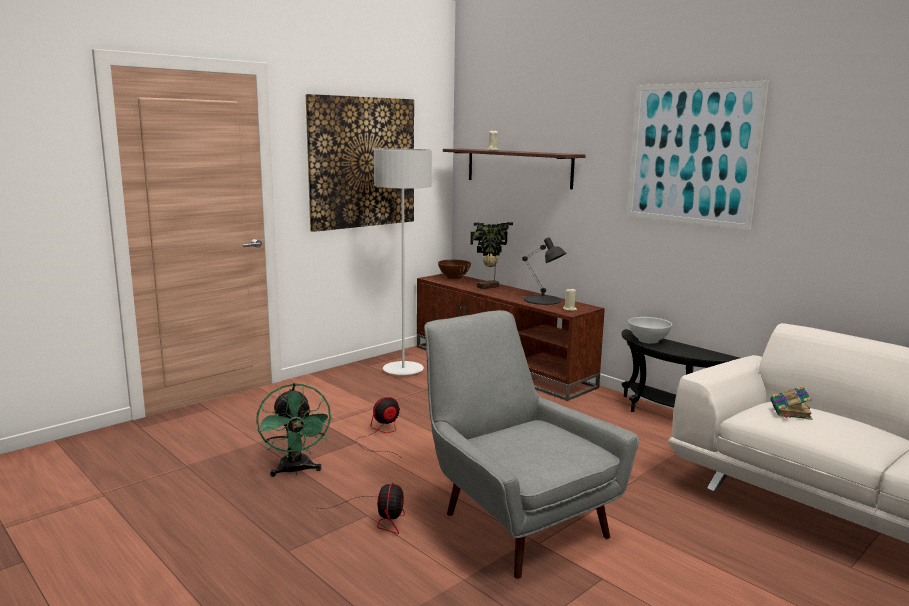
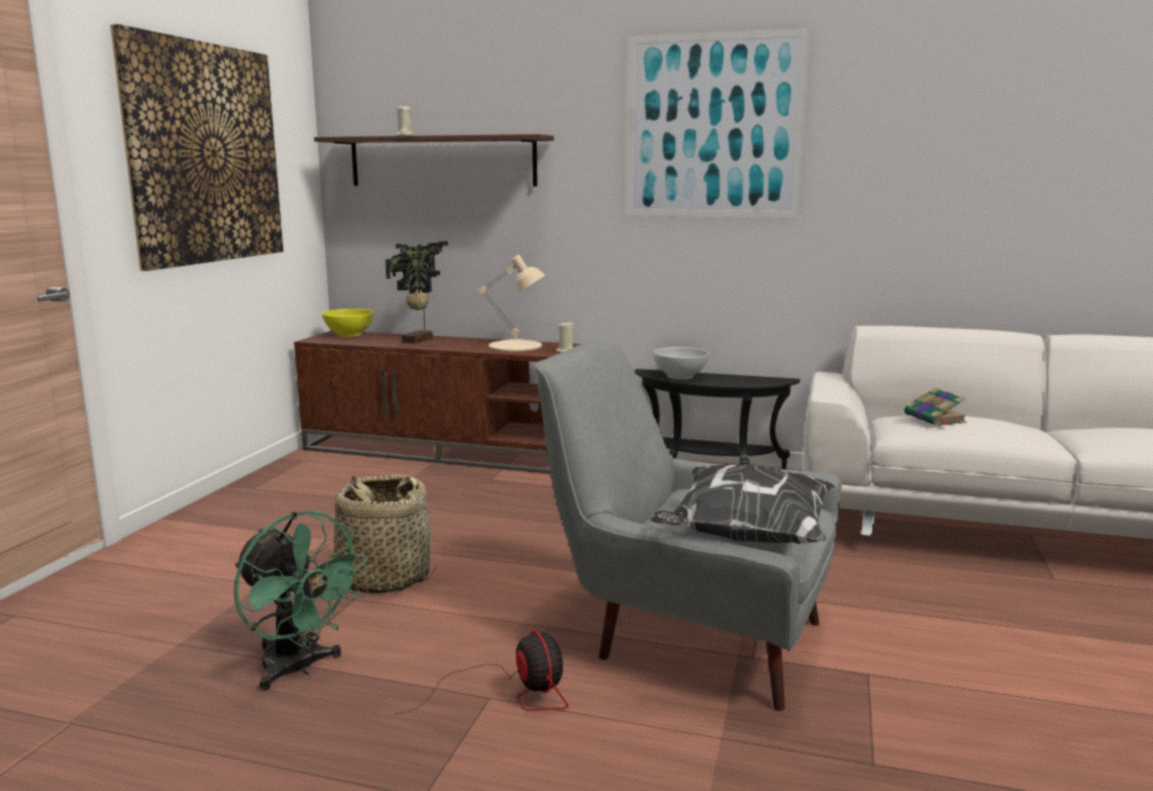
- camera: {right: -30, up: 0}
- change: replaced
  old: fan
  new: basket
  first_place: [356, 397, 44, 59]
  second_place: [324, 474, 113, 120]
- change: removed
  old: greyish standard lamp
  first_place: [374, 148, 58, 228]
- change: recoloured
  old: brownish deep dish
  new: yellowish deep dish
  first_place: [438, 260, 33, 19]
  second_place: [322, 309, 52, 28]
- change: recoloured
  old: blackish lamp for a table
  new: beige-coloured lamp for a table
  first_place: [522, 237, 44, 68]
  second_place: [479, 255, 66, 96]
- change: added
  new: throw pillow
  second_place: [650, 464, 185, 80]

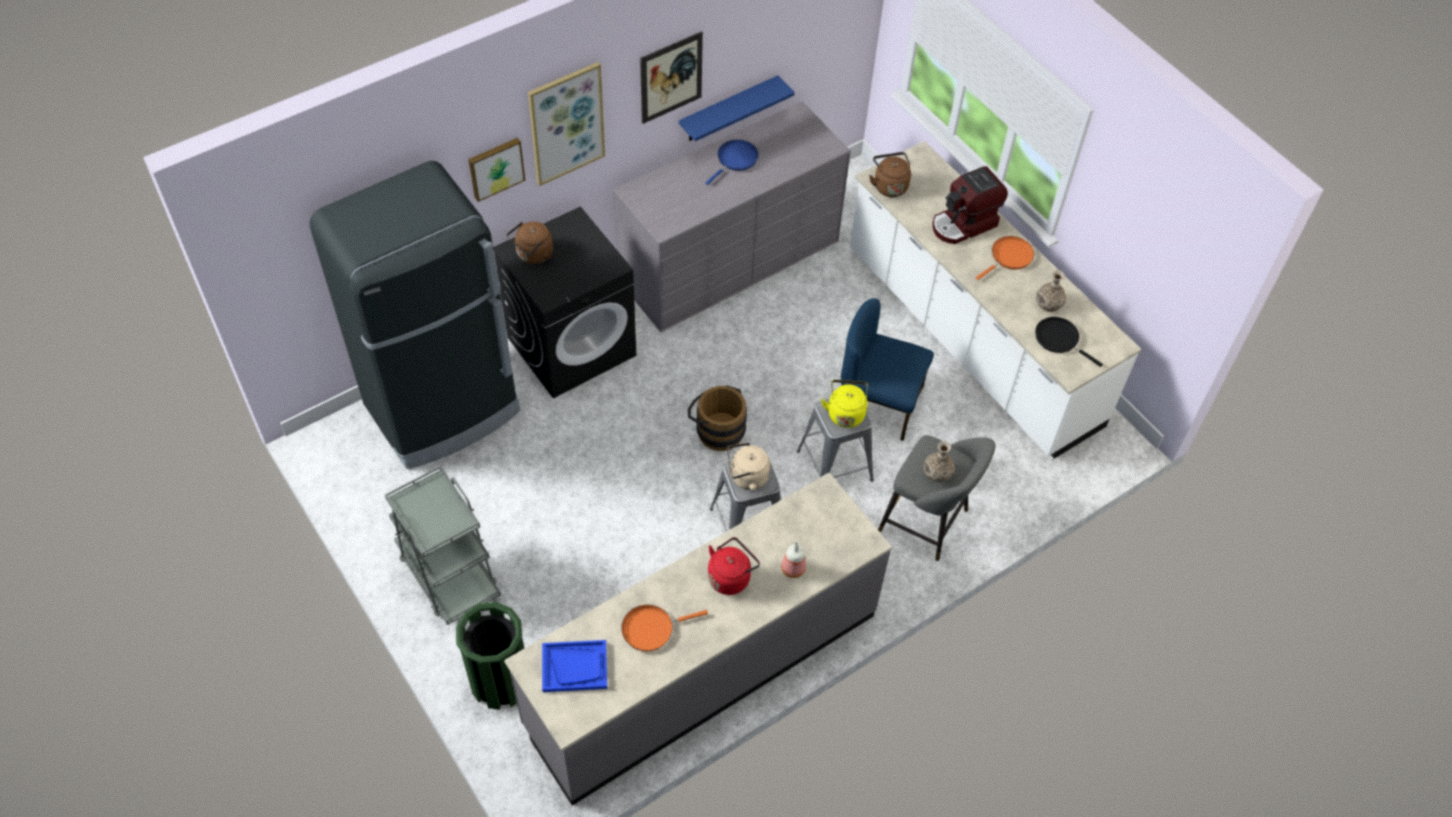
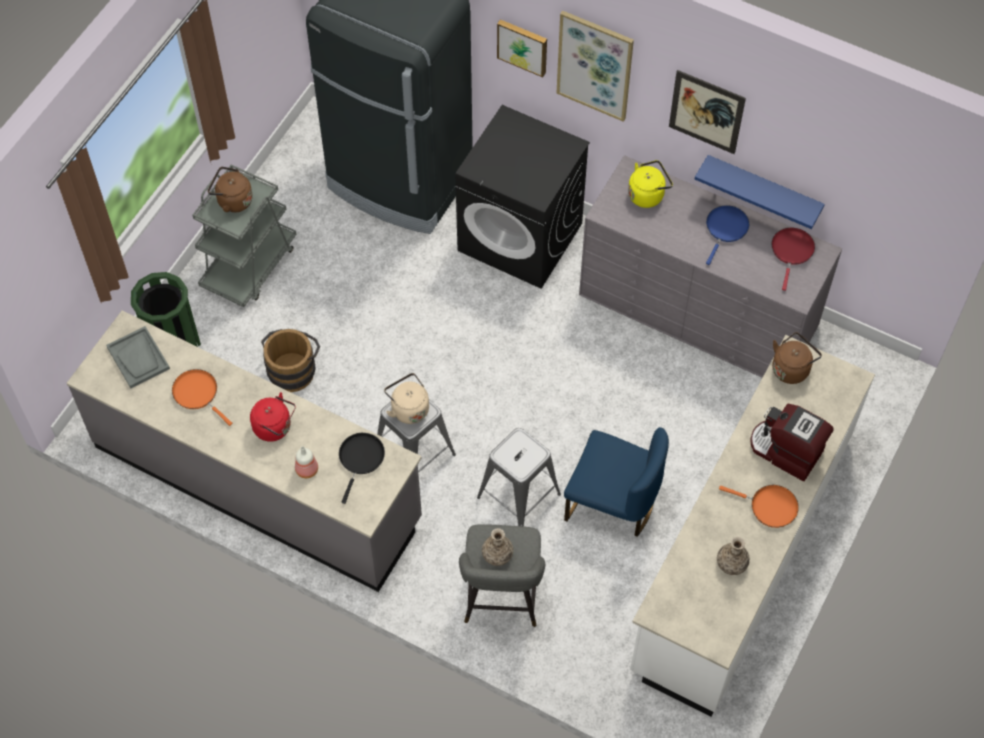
- camera: {right: 65, up: 5}
- change: moved
  old: brownish water kettle
  first_place: [507, 221, 46, 43]
  second_place: [208, 167, 45, 46]
- change: recoloured
  old: bluish carrying tray
  new: greyish carrying tray
  first_place: [542, 640, 65, 52]
  second_place: [106, 326, 64, 62]
- change: moved
  old: brownish bucket
  first_place: [688, 386, 59, 65]
  second_place: [261, 329, 59, 63]
- change: turned
  old: bluish pan
  first_place: [705, 140, 53, 45]
  second_place: [706, 205, 43, 60]
  degrees: -75
- change: moved
  old: yellowish water kettle
  first_place: [821, 380, 47, 48]
  second_place: [628, 160, 45, 48]
- change: turned
  old: bluish plain chair
  first_place: [841, 298, 93, 143]
  second_place: [564, 427, 105, 110]
  degrees: 120
- change: moved
  old: blackish pan
  first_place: [1035, 317, 68, 50]
  second_place: [339, 433, 46, 71]
- change: added
  new: reddish pan
  second_place: [771, 228, 44, 63]

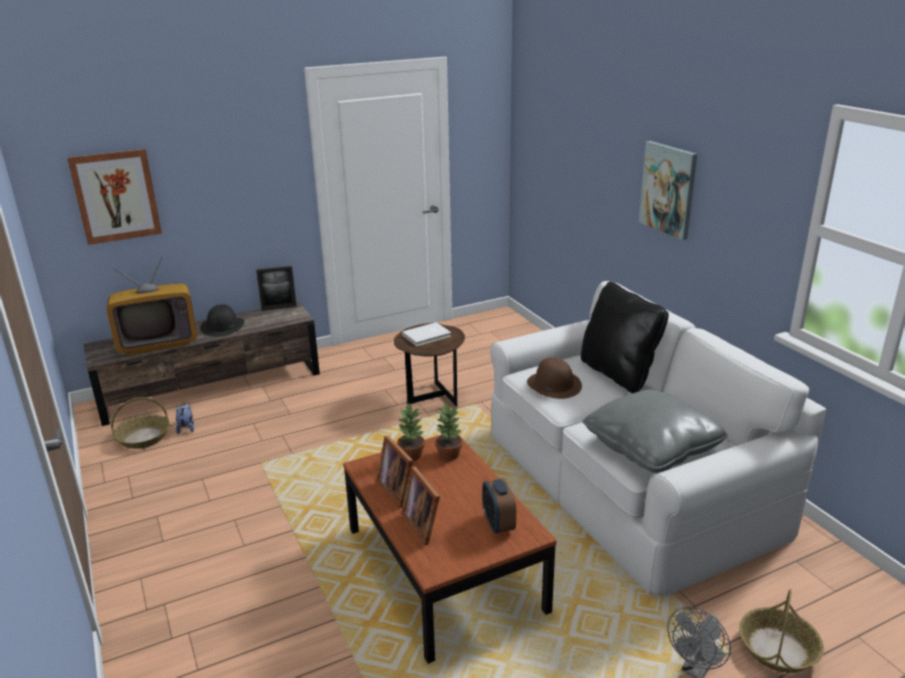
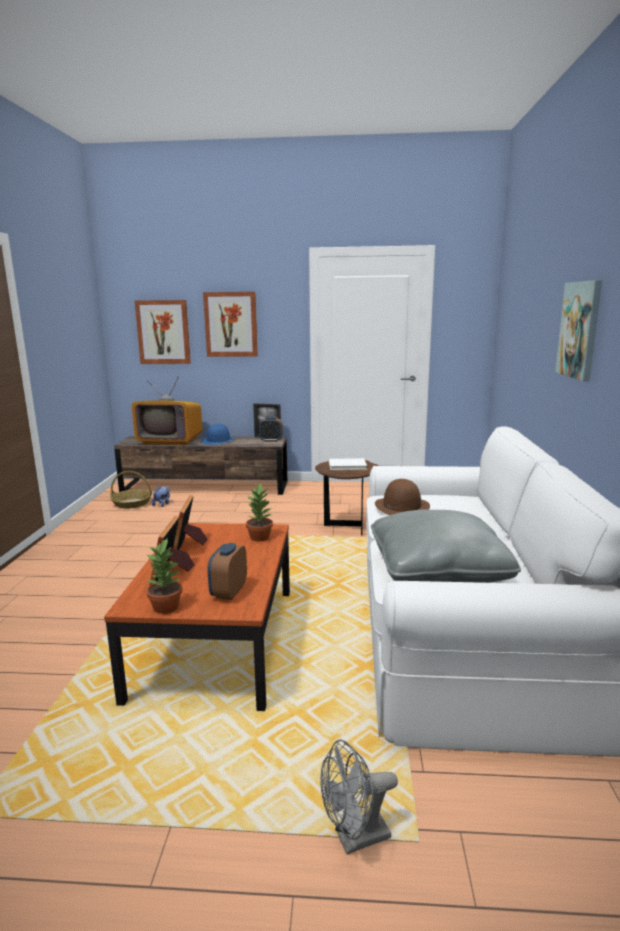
- camera: {right: 30, up: -10}
- change: recoloured
  old: blackish wearable hat
  new: bluish wearable hat
  first_place: [200, 304, 44, 33]
  second_place: [201, 424, 34, 21]
- change: moved
  old: potted plant
  first_place: [397, 403, 28, 58]
  second_place: [146, 539, 37, 75]
- change: removed
  old: blackish throw pillow
  first_place: [581, 282, 88, 111]
- change: removed
  old: basket
  first_place: [739, 589, 85, 84]
- change: added
  new: picture
  second_place: [203, 292, 55, 65]
- change: added
  new: alarm clock
  second_place: [259, 417, 24, 25]

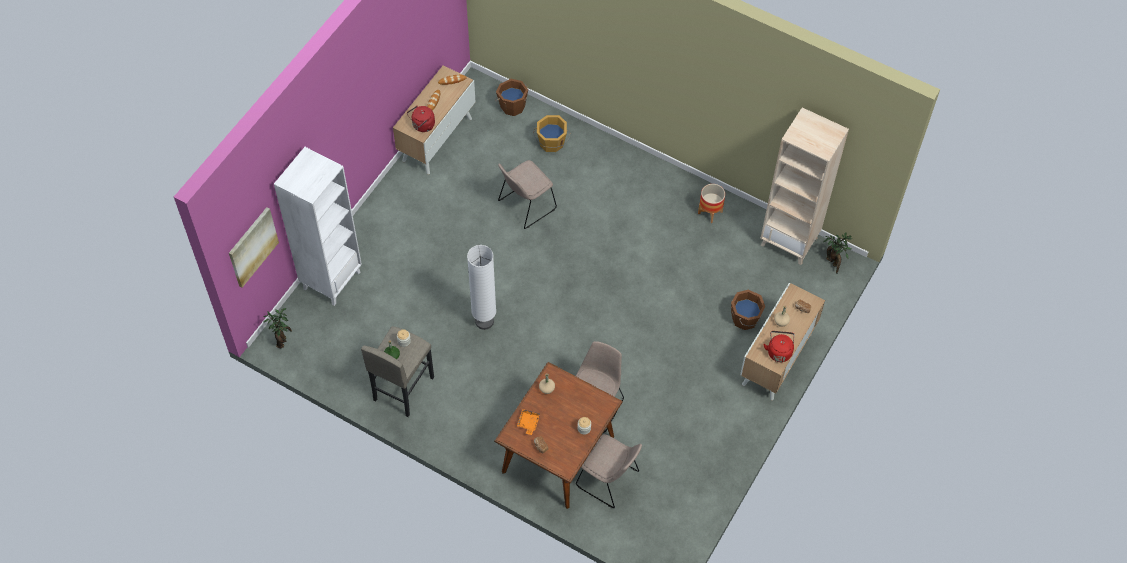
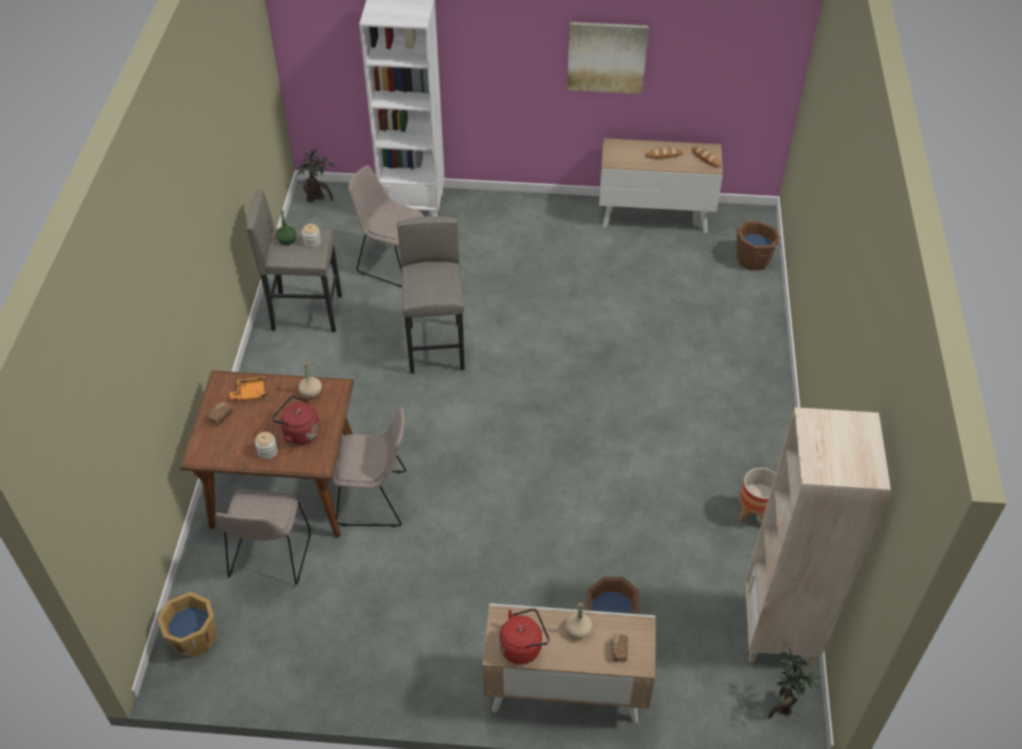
- camera: {right: 65, up: -10}
- change: moved
  old: picture
  first_place: [229, 207, 50, 81]
  second_place: [567, 22, 82, 72]
- change: moved
  old: reddish water kettle
  first_place: [407, 106, 28, 26]
  second_place: [272, 396, 48, 49]
- change: replaced
  old: white standard lamp
  new: greyish stool
  first_place: [467, 245, 29, 85]
  second_place: [397, 216, 68, 158]
- change: moved
  old: beige-coloured plain chair
  first_place: [498, 160, 59, 69]
  second_place: [348, 166, 75, 121]
- change: moved
  old: orange bucket
  first_place: [533, 115, 37, 37]
  second_place: [157, 592, 59, 66]

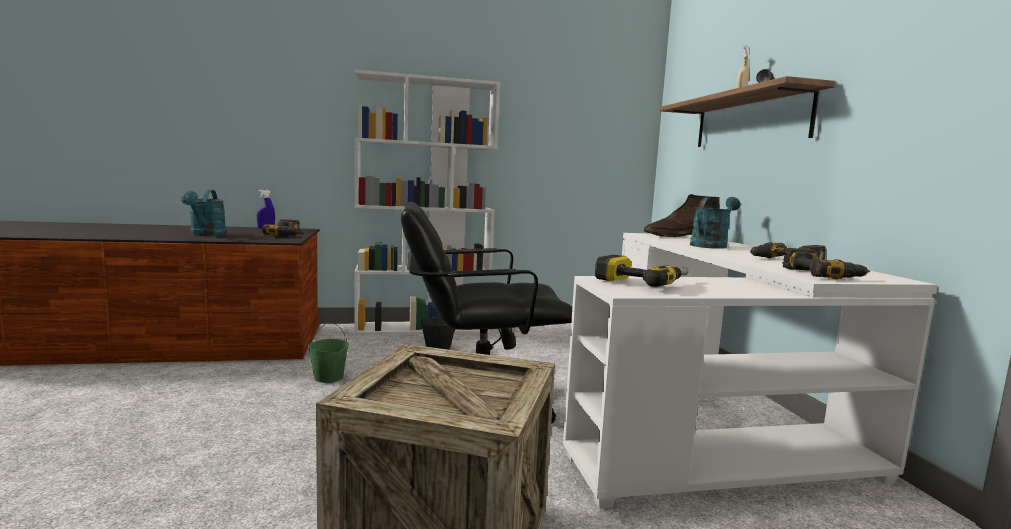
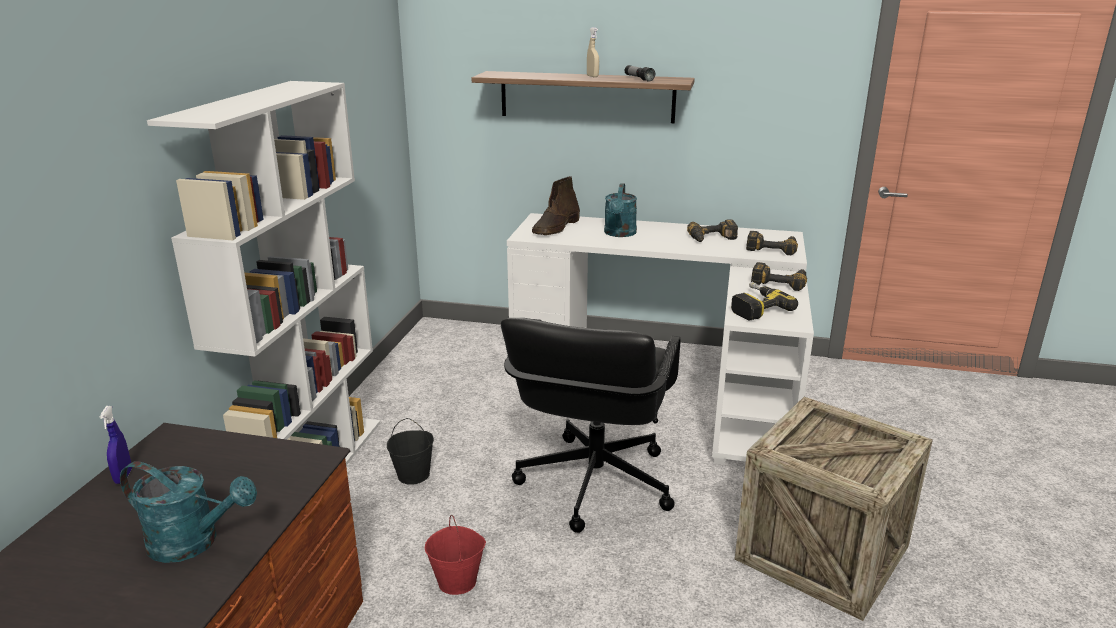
- camera: {right: -65, up: 15}
- change: moved
  old: drill
  first_place: [262, 219, 39, 17]
  second_place: [751, 262, 56, 29]
- change: recoloured
  old: green-coloured bucket
  new: reddish bucket
  first_place: [308, 321, 41, 62]
  second_place: [425, 515, 61, 80]
- change: turned
  old: turquoise-coloured sprinkling can
  first_place: [690, 197, 51, 52]
  second_place: [604, 183, 33, 54]
  degrees: -150

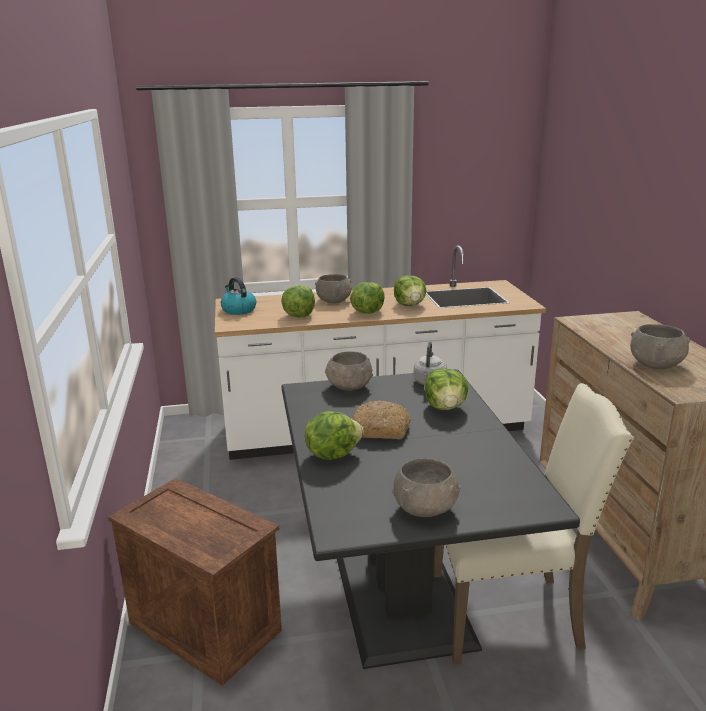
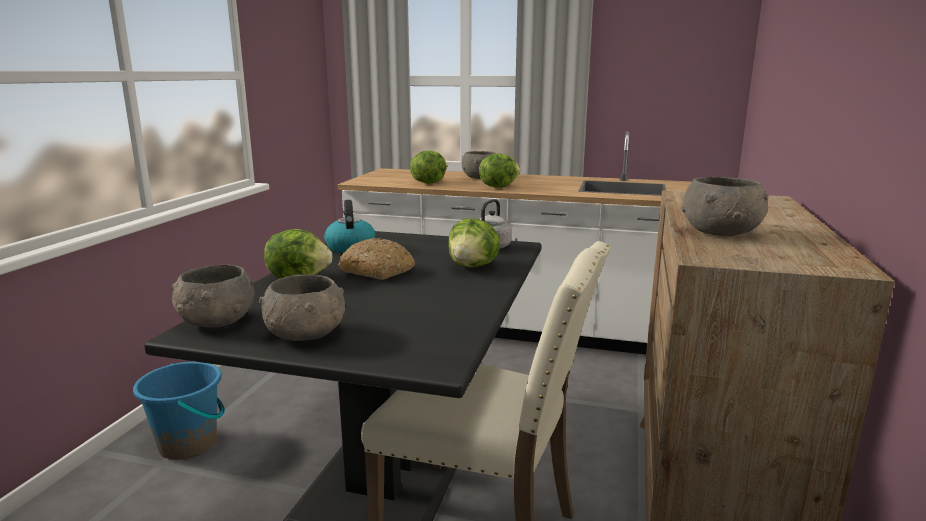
- camera: {right: 25, up: -5}
- change: replaced
  old: crate
  new: bluish bucket
  first_place: [108, 478, 174, 208]
  second_place: [133, 362, 92, 98]
- change: moved
  old: water kettle
  first_place: [221, 277, 35, 38]
  second_place: [324, 200, 52, 53]
- change: moved
  old: greyish deep dish
  first_place: [325, 351, 48, 40]
  second_place: [171, 265, 83, 62]
- change: removed
  old: lettuce head
  first_place: [394, 275, 32, 31]

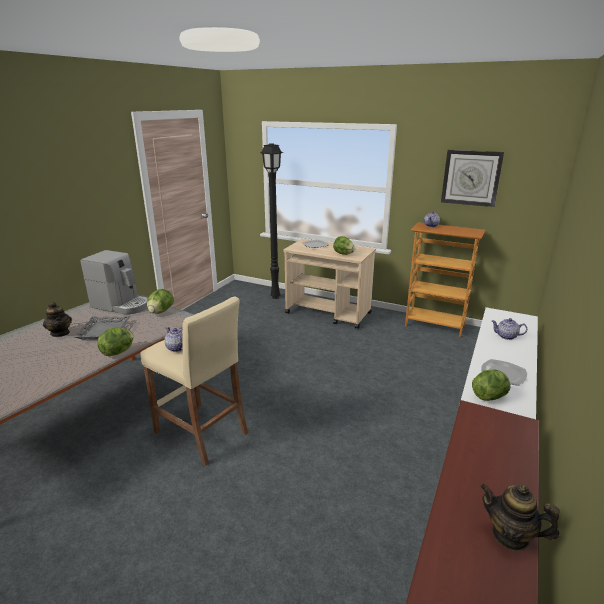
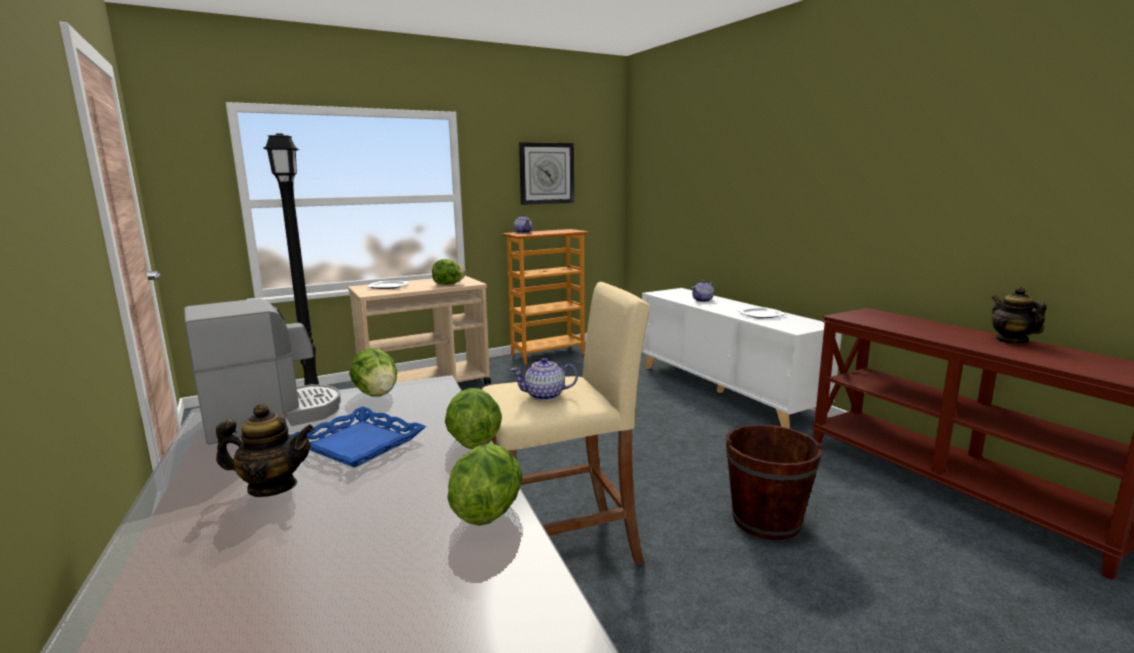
- camera: {right: -55, up: -10}
- change: recoloured
  old: greyish carrying tray
  new: bluish carrying tray
  first_place: [74, 316, 57, 24]
  second_place: [291, 406, 135, 62]
- change: moved
  old: lettuce head
  first_place: [472, 369, 38, 32]
  second_place: [447, 443, 76, 83]
- change: turned
  old: teapot
  first_place: [480, 483, 79, 68]
  second_place: [992, 287, 55, 57]
  degrees: 105
- change: added
  new: brownish bucket
  second_place: [726, 424, 97, 116]

